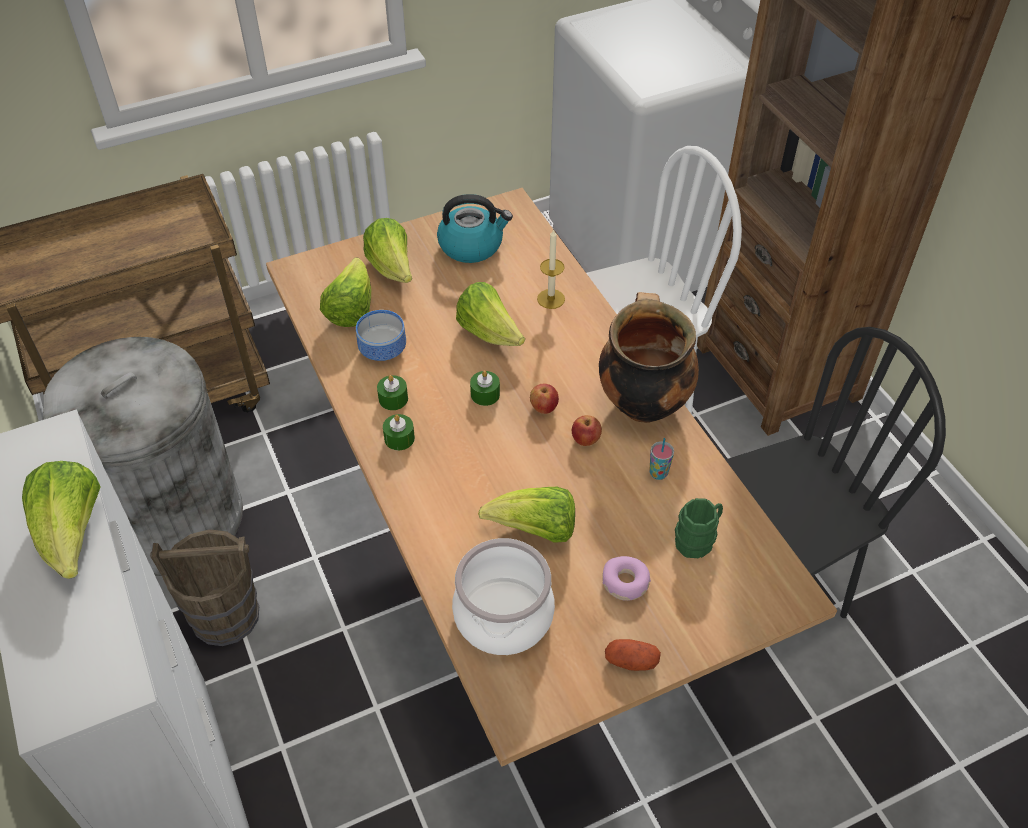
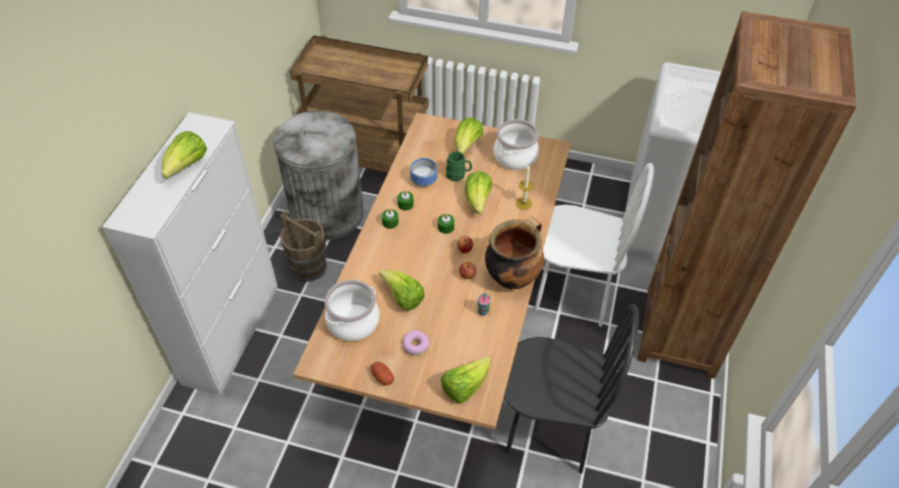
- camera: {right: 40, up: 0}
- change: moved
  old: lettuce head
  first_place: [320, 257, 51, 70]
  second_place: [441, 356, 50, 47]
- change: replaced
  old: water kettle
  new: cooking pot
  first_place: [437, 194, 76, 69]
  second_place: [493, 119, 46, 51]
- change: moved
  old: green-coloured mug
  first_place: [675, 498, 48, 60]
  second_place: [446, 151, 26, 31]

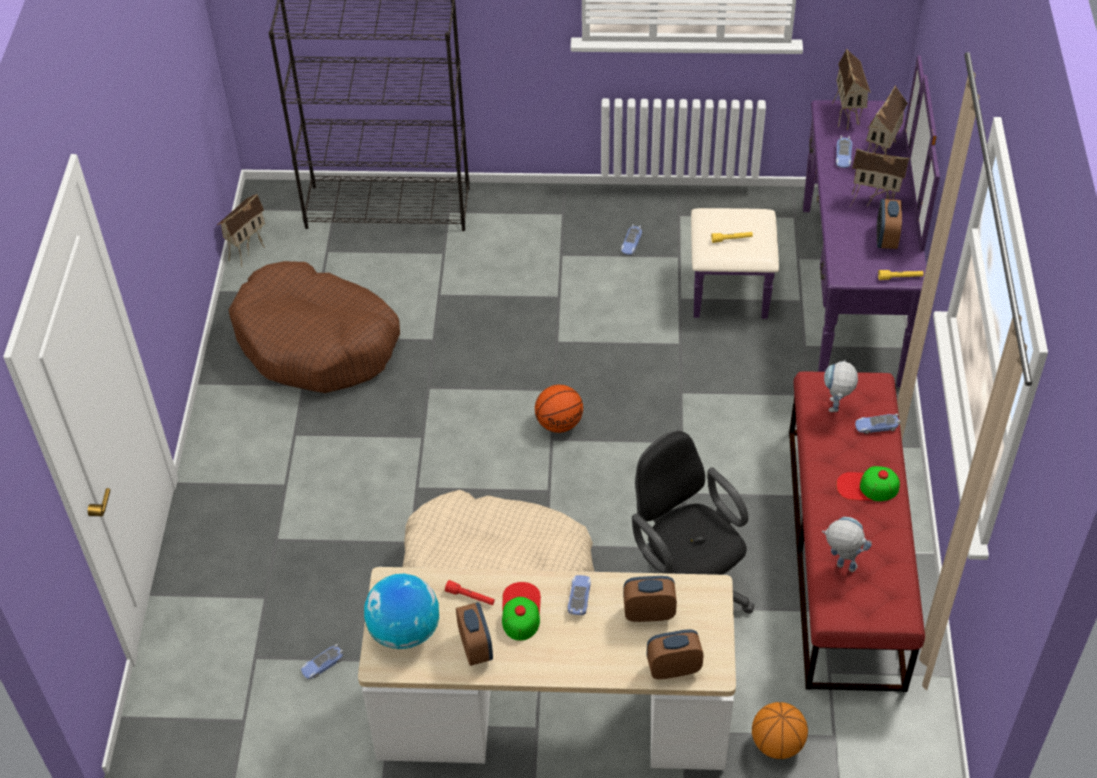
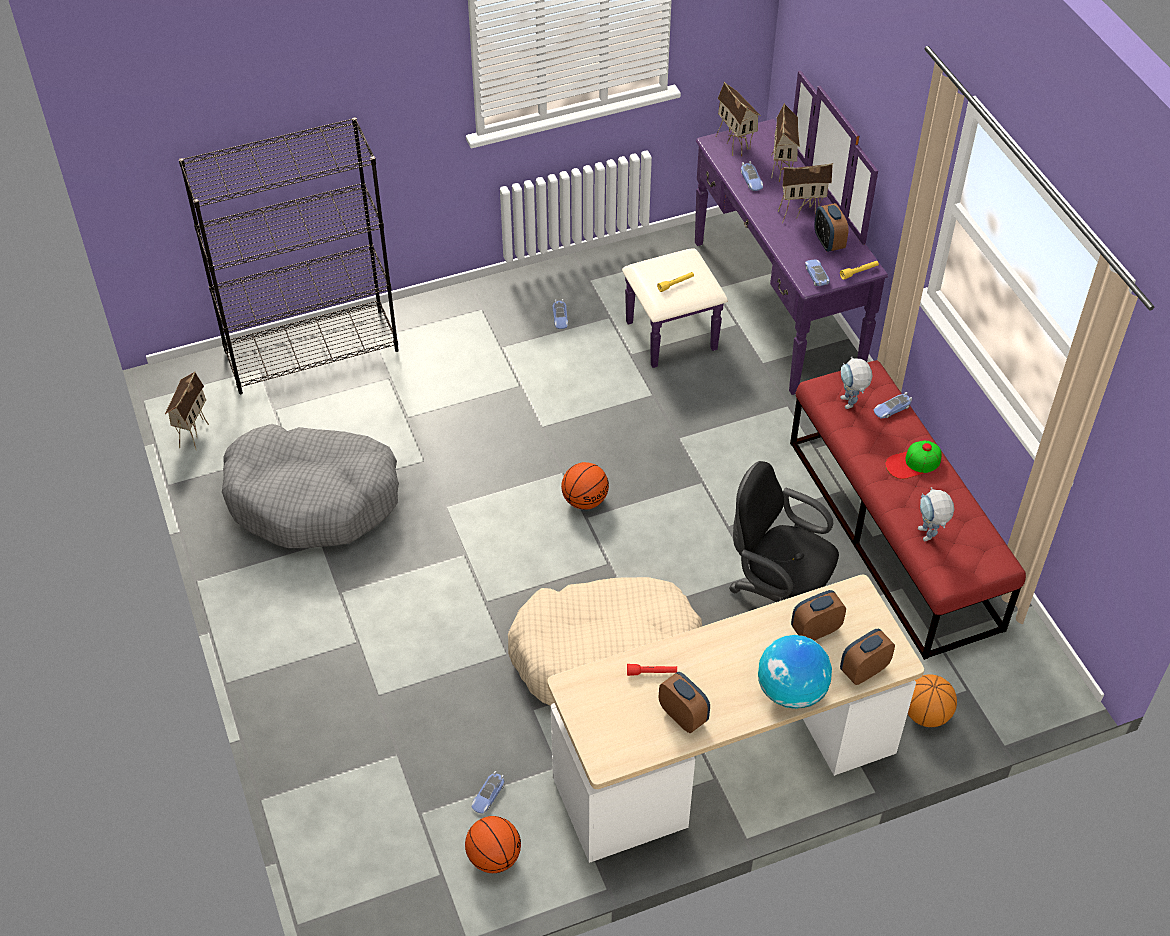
- camera: {right: -25, up: 0}
- change: recoloured
  old: brownish dog cushion
  new: greyish dog cushion
  first_place: [229, 261, 171, 132]
  second_place: [222, 424, 177, 124]
- change: moved
  old: globe
  first_place: [364, 574, 75, 75]
  second_place: [758, 635, 74, 74]
- change: removed
  old: baseball cap
  first_place: [502, 582, 39, 59]
- change: moved
  old: toy car
  first_place: [568, 575, 23, 41]
  second_place: [805, 260, 25, 26]
- change: turned
  old: model robot
  first_place: [822, 517, 50, 55]
  second_place: [918, 487, 36, 54]
  degrees: -105
- change: added
  new: basketball ball
  second_place: [465, 816, 56, 57]

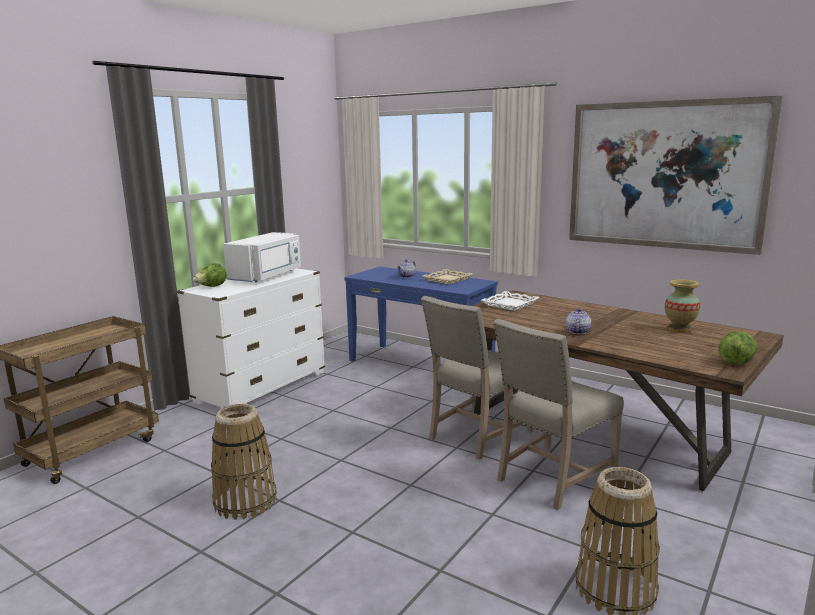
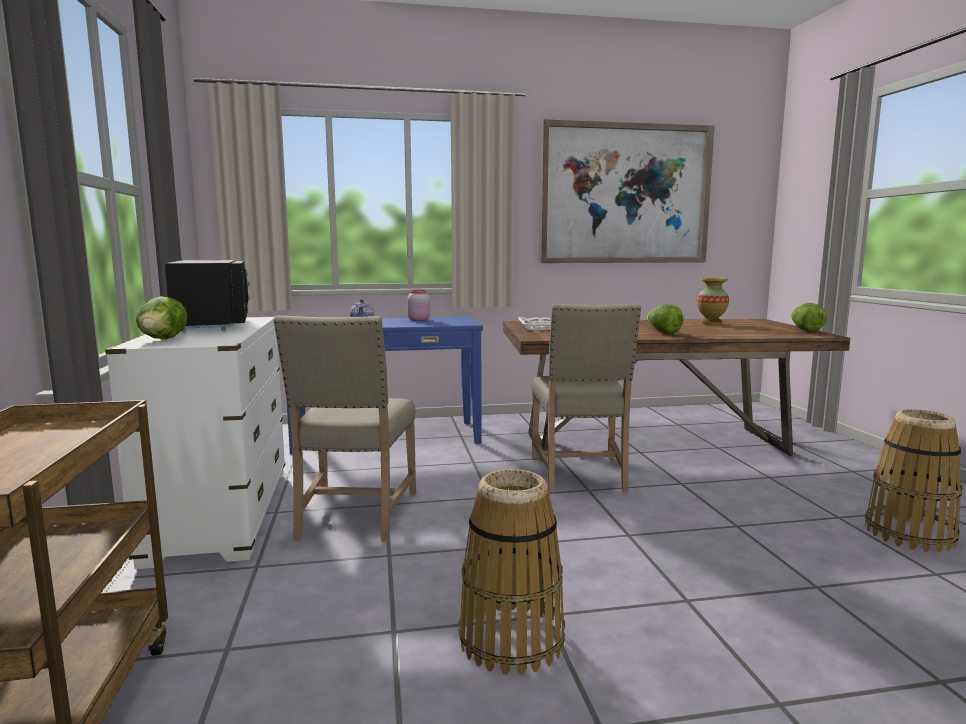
- camera: {right: -45, up: -5}
- change: recoloured
  old: white microwave oven
  new: blackish microwave oven
  first_place: [223, 232, 78, 50]
  second_place: [165, 260, 85, 72]
- change: replaced
  old: beige-coloured carrying tray
  new: pink-coloured jar
  first_place: [423, 269, 50, 16]
  second_place: [407, 290, 23, 31]
- change: moved
  old: beige-coloured plain chair
  first_place: [493, 319, 131, 191]
  second_place: [274, 315, 142, 227]
- change: replaced
  old: teapot
  new: lettuce head
  first_place: [566, 308, 25, 26]
  second_place: [647, 304, 37, 30]

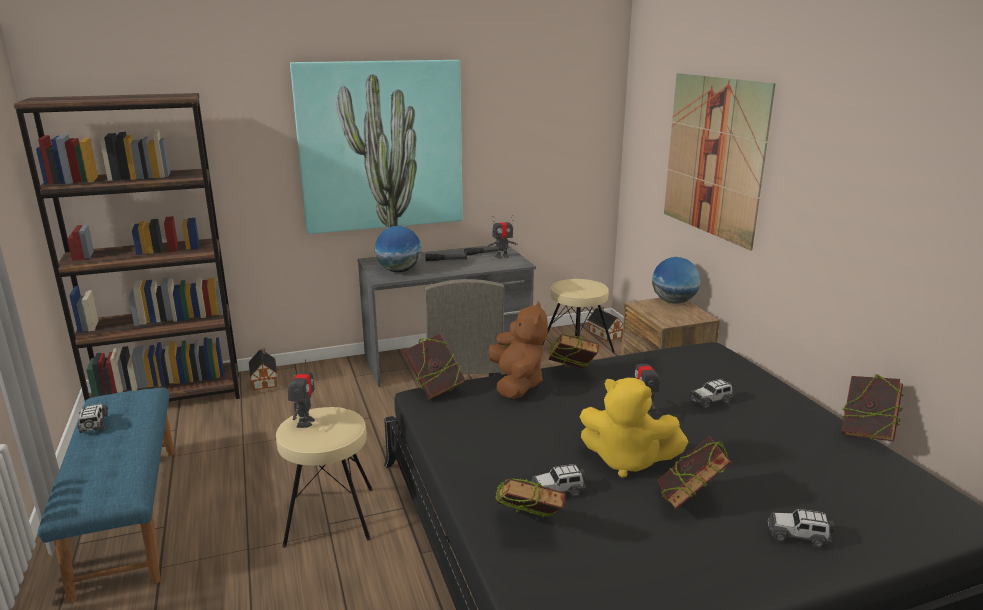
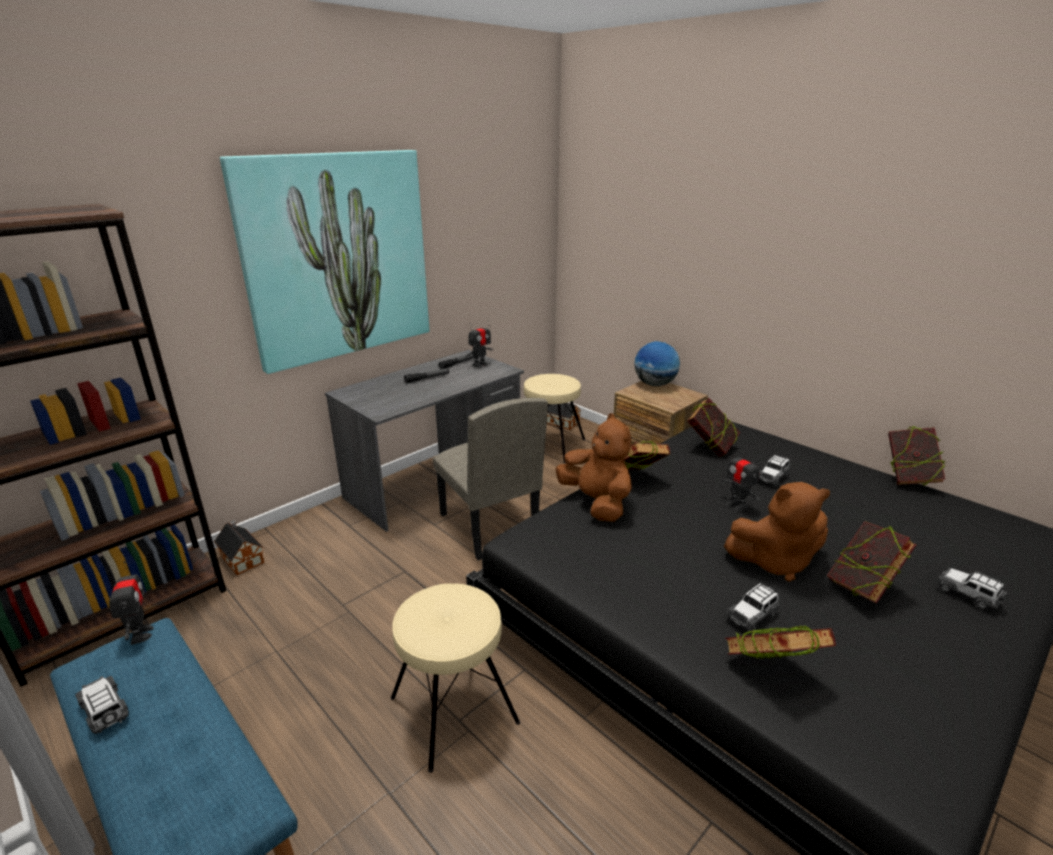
- camera: {right: -25, up: 5}
- change: moved
  old: model robot
  first_place: [288, 359, 27, 69]
  second_place: [109, 561, 45, 84]
- change: removed
  old: globe
  first_place: [375, 226, 46, 47]
- change: moved
  old: book
  first_place: [404, 334, 61, 66]
  second_place: [687, 397, 53, 60]
- change: recoloured
  old: yellowish soft toy
  new: brownish soft toy
  first_place: [579, 378, 109, 100]
  second_place: [724, 482, 106, 100]
- change: removed
  old: picture
  first_place: [664, 73, 112, 178]
- change: turned
  old: toy car
  first_place: [768, 509, 66, 39]
  second_place: [938, 567, 70, 42]
  degrees: 60

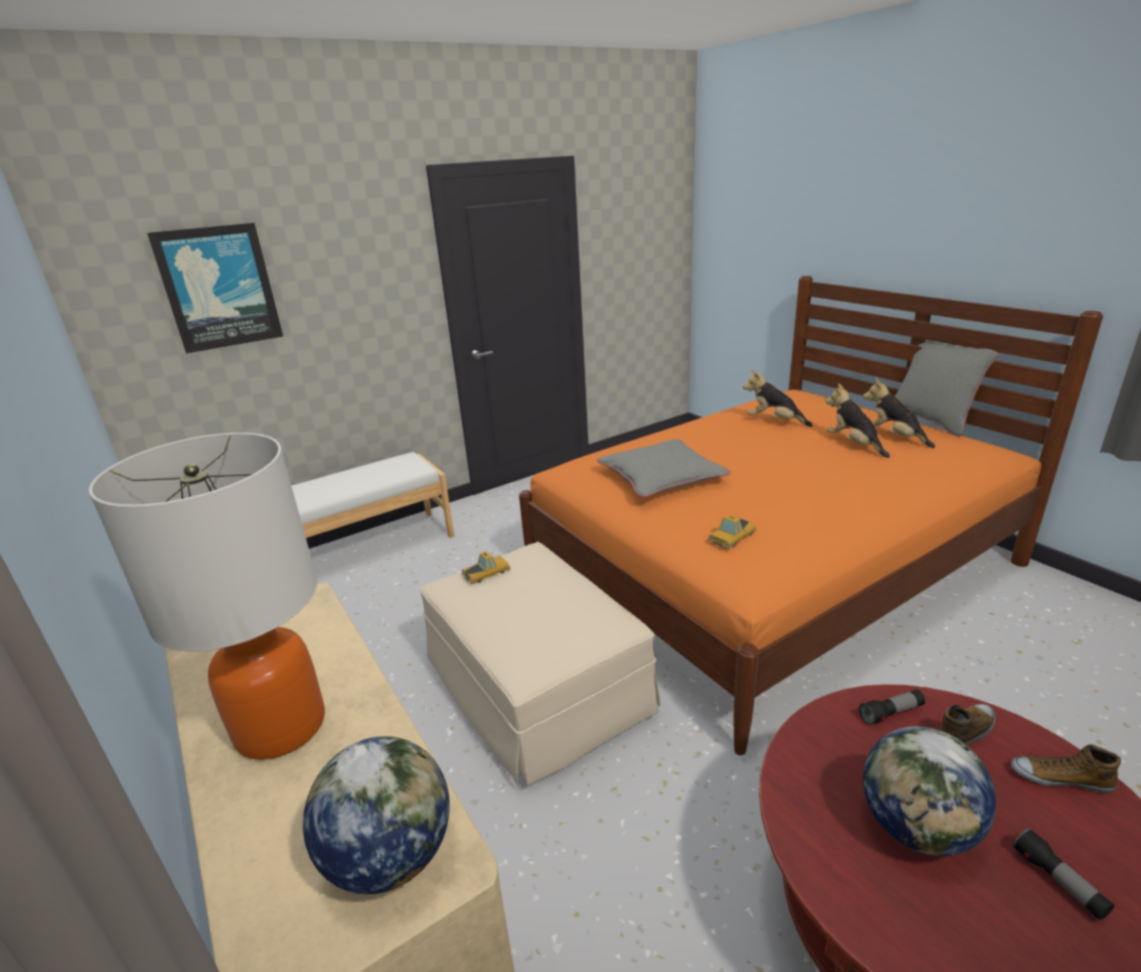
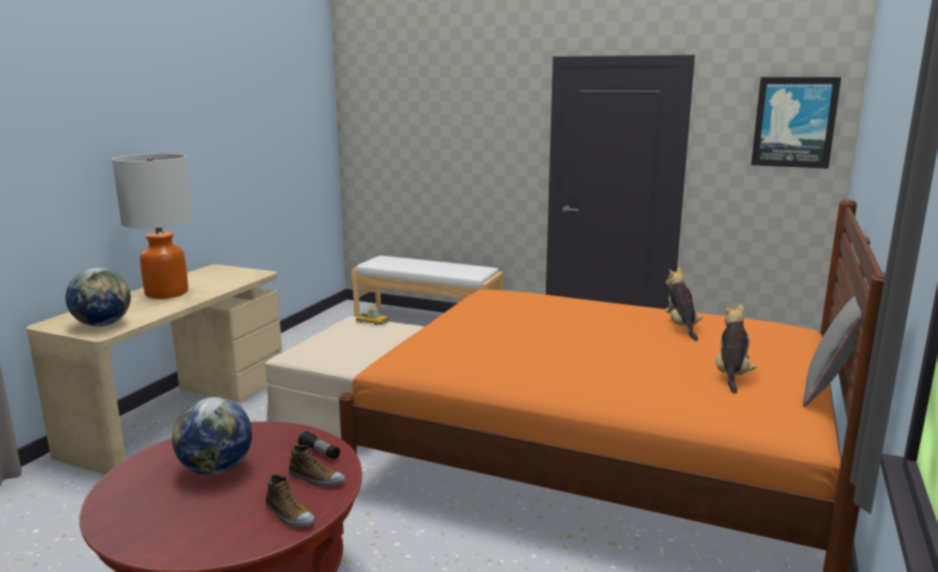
- camera: {right: 55, up: -10}
- change: moved
  old: picture
  first_place: [147, 223, 136, 130]
  second_place: [751, 77, 90, 92]
- change: removed
  old: greyish throw pillow
  first_place: [597, 439, 133, 58]
- change: removed
  old: toy car
  first_place: [707, 515, 50, 34]
- change: removed
  old: soft toy
  first_place: [825, 383, 65, 75]
- change: turned
  old: low shoe
  first_place: [1011, 745, 110, 48]
  second_place: [266, 474, 48, 53]
  degrees: 150
- change: removed
  old: hand torch
  first_place: [1012, 828, 103, 92]

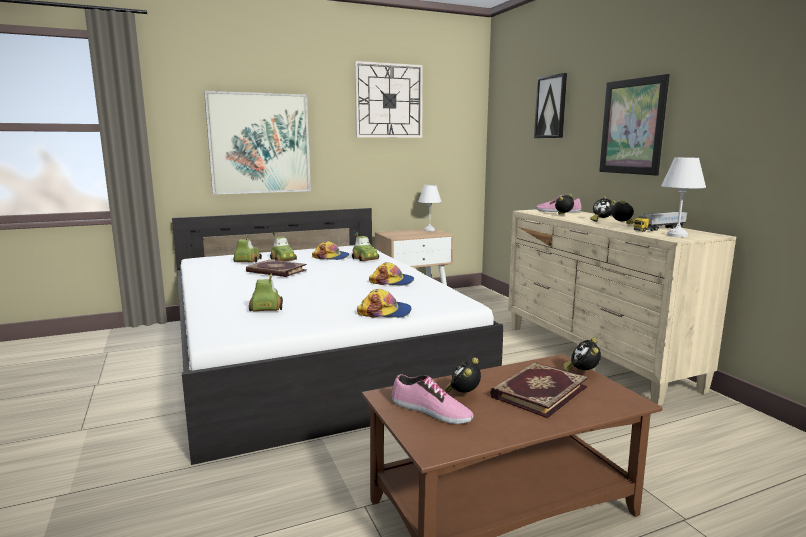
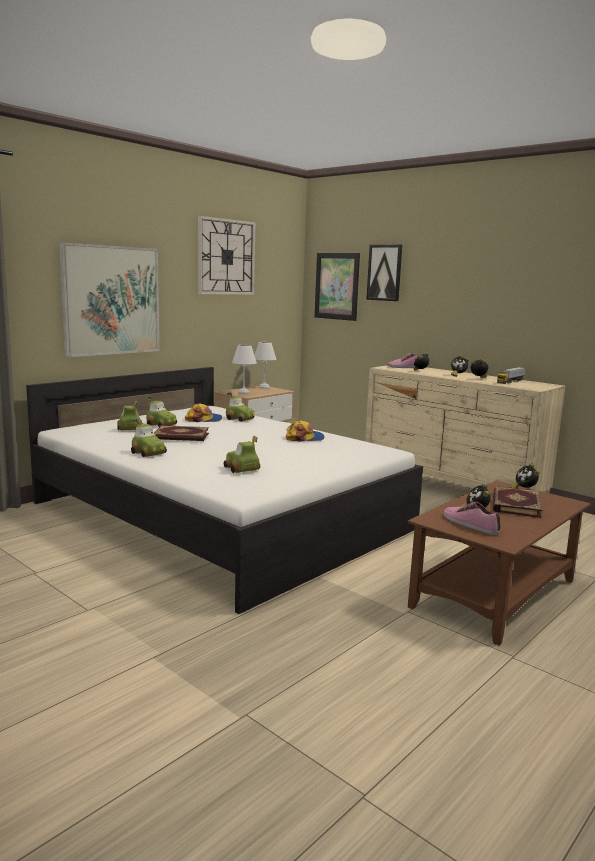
- camera: {right: -25, up: 0}
- change: removed
  old: baseball cap
  first_place: [357, 289, 55, 29]
- change: turned
  old: low shoe
  first_place: [392, 374, 81, 50]
  second_place: [443, 502, 58, 33]
  degrees: -135
- change: moved
  old: picture
  first_place: [599, 74, 71, 102]
  second_place: [315, 253, 45, 68]
- change: moved
  old: white lamp for a table
  first_place: [661, 157, 45, 80]
  second_place: [232, 345, 25, 49]
- change: added
  new: toy car
  second_place: [131, 419, 36, 38]

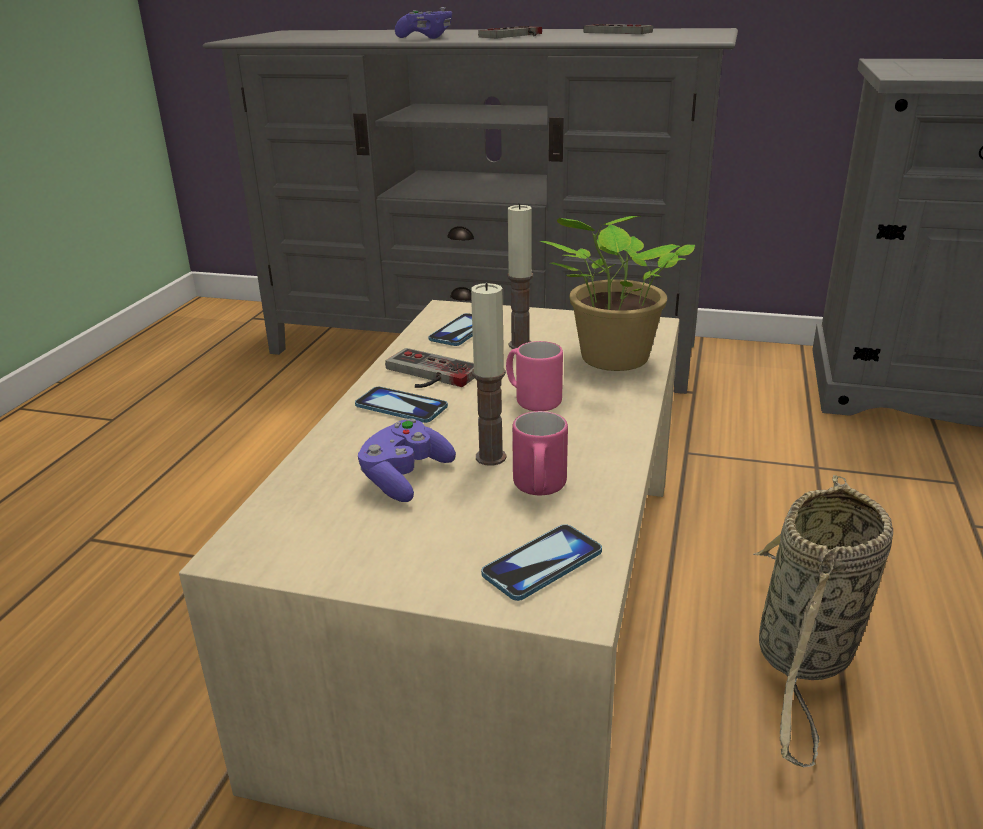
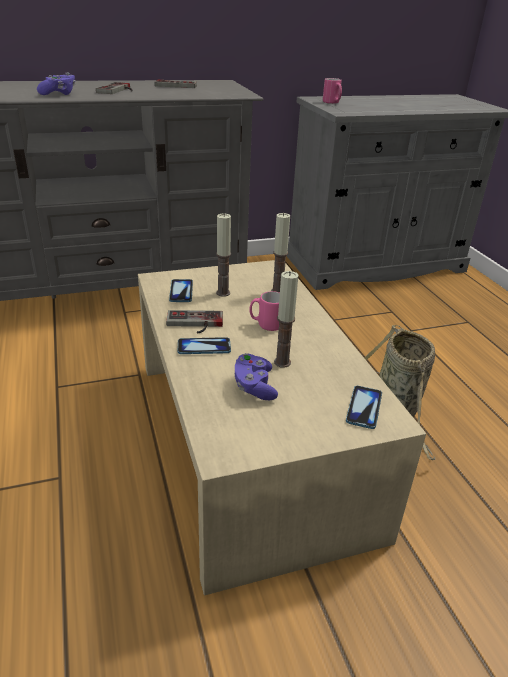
- camera: {right: -35, up: 5}
- change: moved
  old: pink-coloured mug
  first_place: [512, 411, 56, 85]
  second_place: [323, 78, 19, 26]
- change: replaced
  old: potted plant
  new: candle
  first_place: [540, 216, 155, 155]
  second_place: [271, 213, 19, 80]

